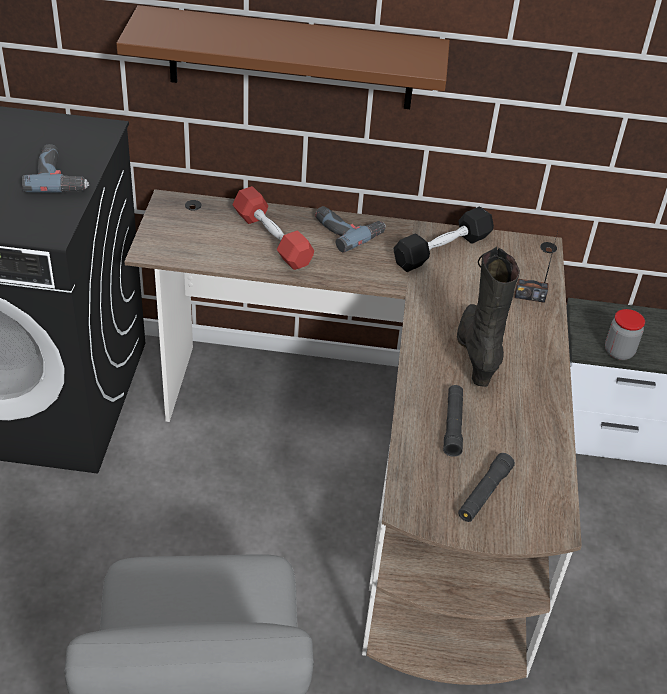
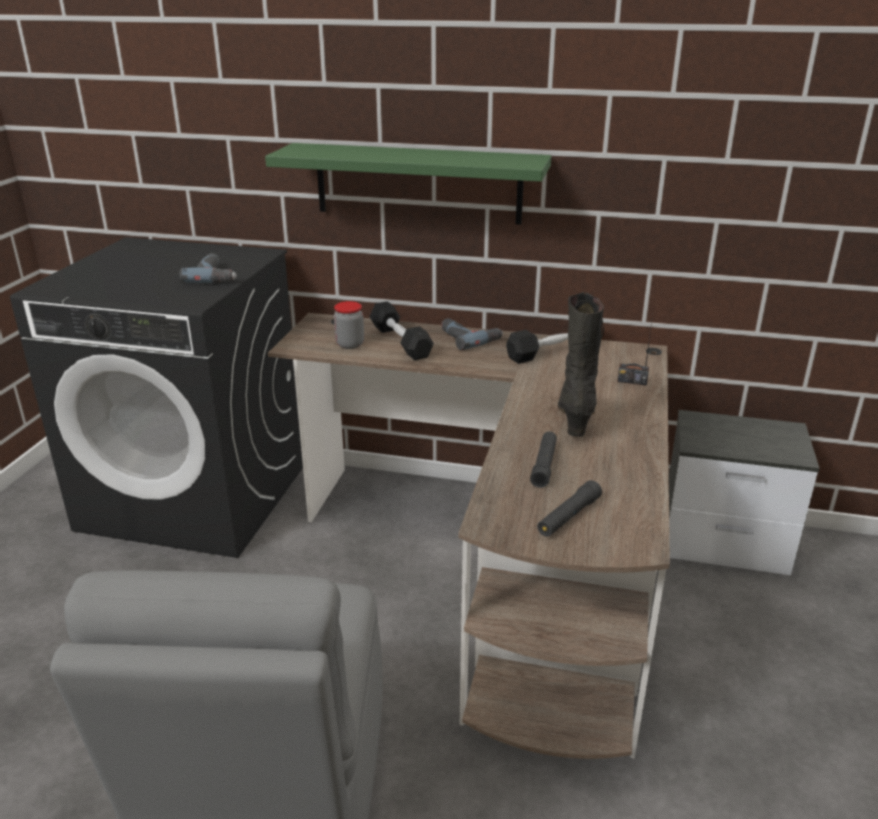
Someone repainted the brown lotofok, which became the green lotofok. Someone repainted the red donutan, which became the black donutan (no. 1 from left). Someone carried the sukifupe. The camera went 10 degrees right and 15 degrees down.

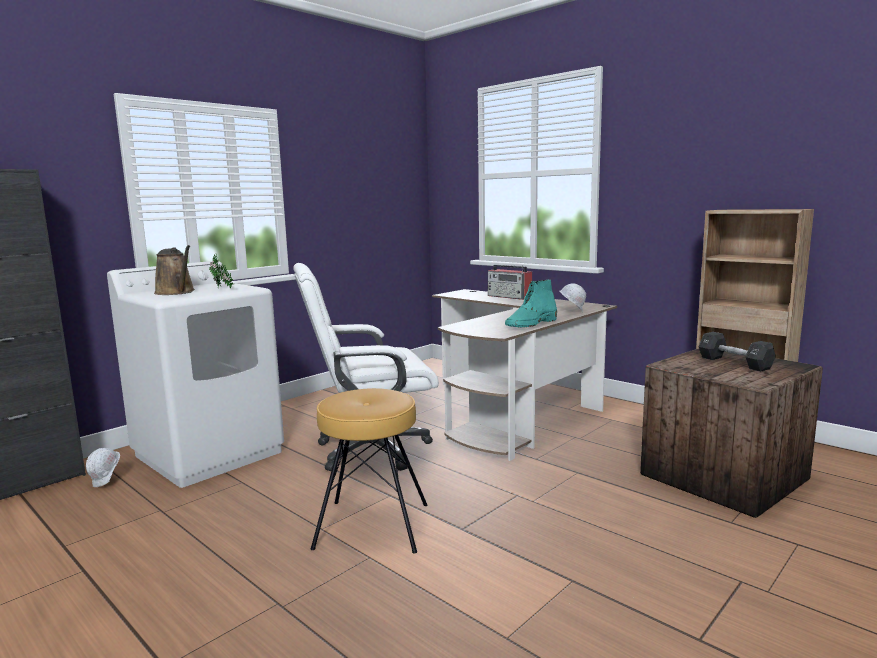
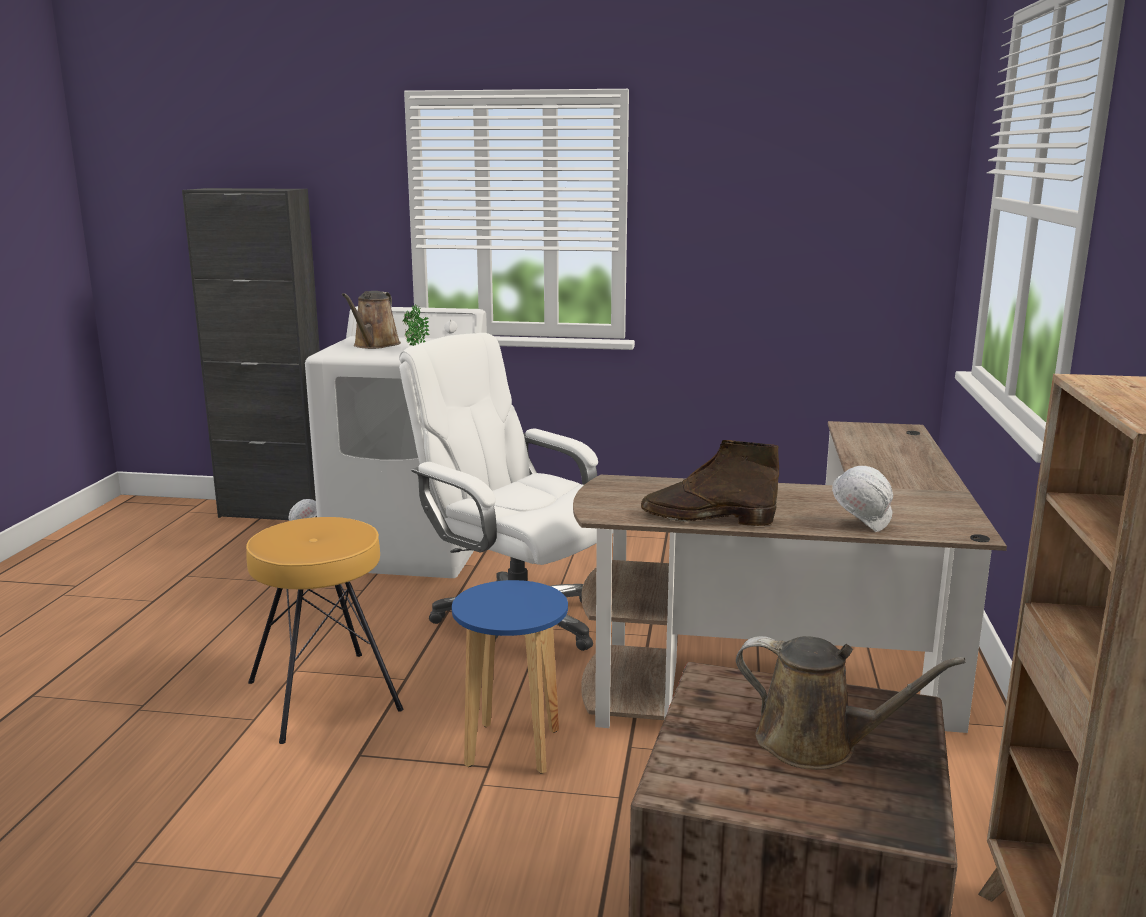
Someone took away the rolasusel. Someone repainted the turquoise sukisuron, which became the brown sukisuron. Someone swapped the black donutan for the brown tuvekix (no. 2 from left). Someone put down the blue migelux. The camera went 55 degrees right and 5 degrees up.

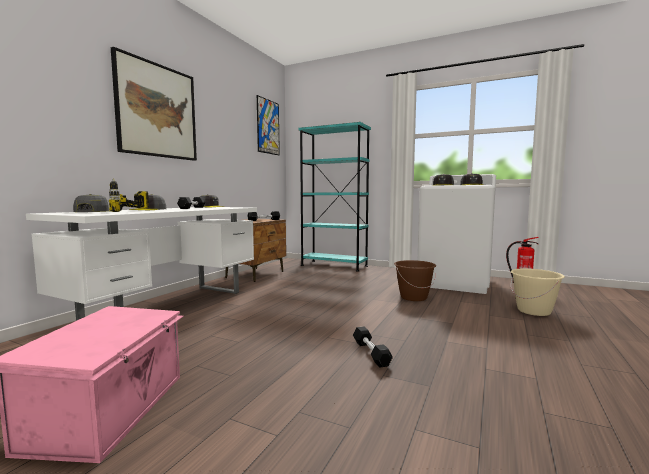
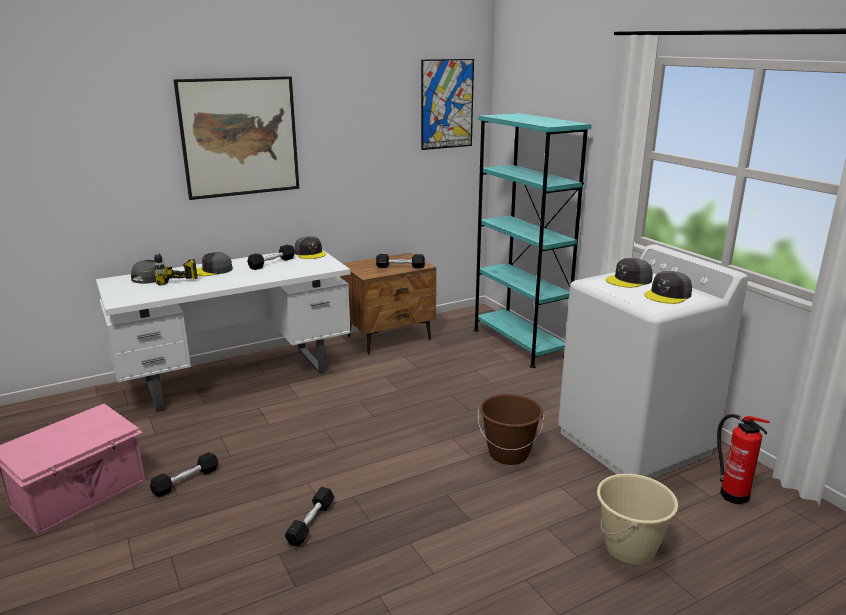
Someone put down the black donutan (no. 1 from left). The camera went 35 degrees right and 15 degrees up.

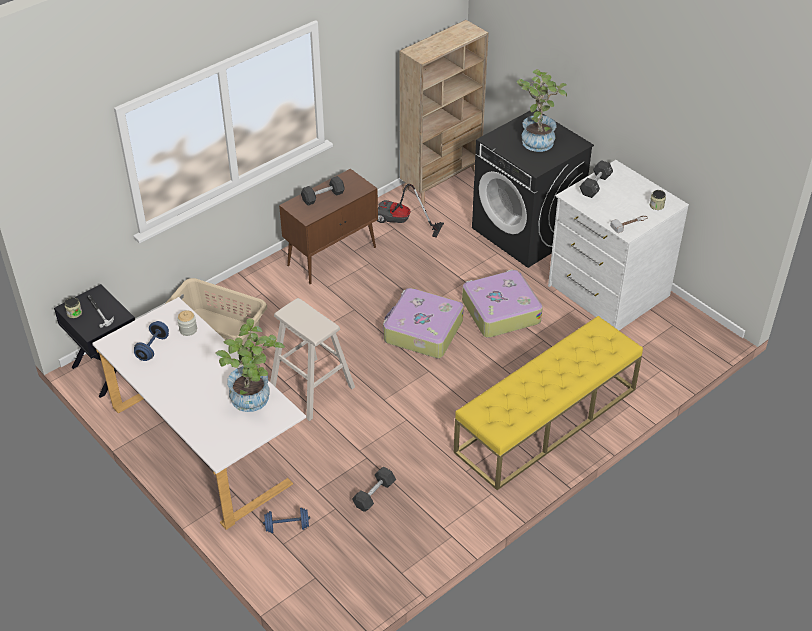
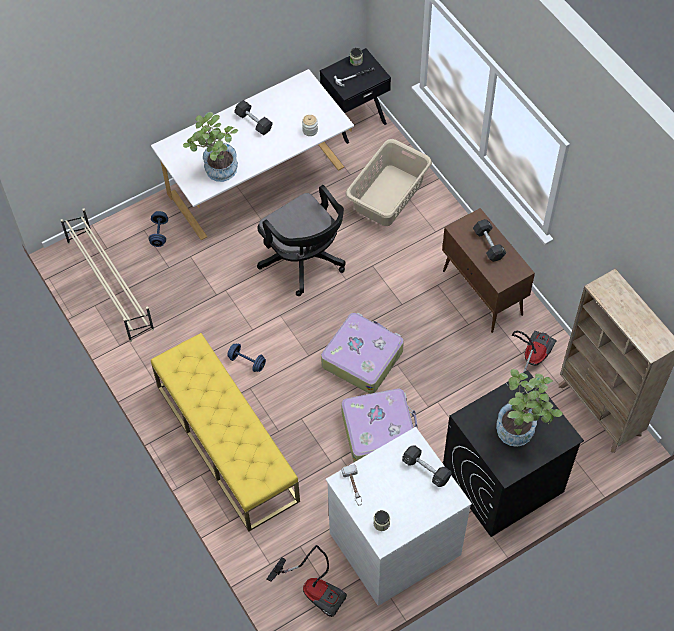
Someone swapped the beige migelux for the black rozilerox. Someone carried the blue donutan (no. 1 from left in the first image). Someone carried the black donutan (no. 2 from left in the first image). Someone put down the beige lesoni. Someone put down the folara (no. 1 from left). The camera went 100 degrees right and 15 degrees up.

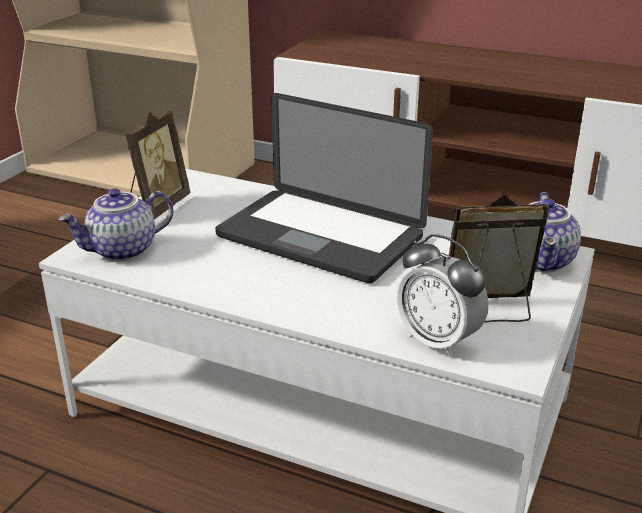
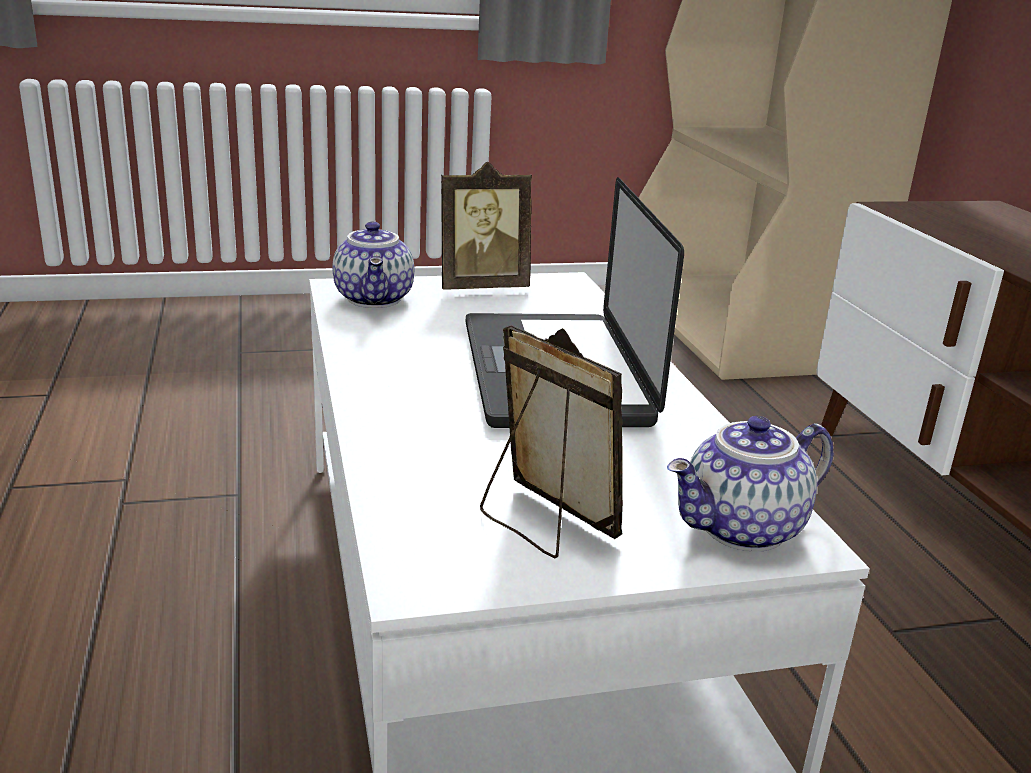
Someone rotated the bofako (no. 1 from left) by 120 degrees counterclockwise. Someone took away the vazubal. The camera went 50 degrees right and 5 degrees down.

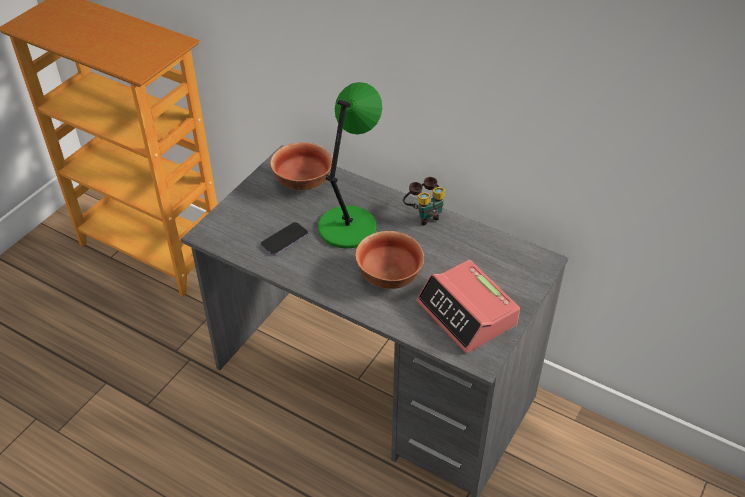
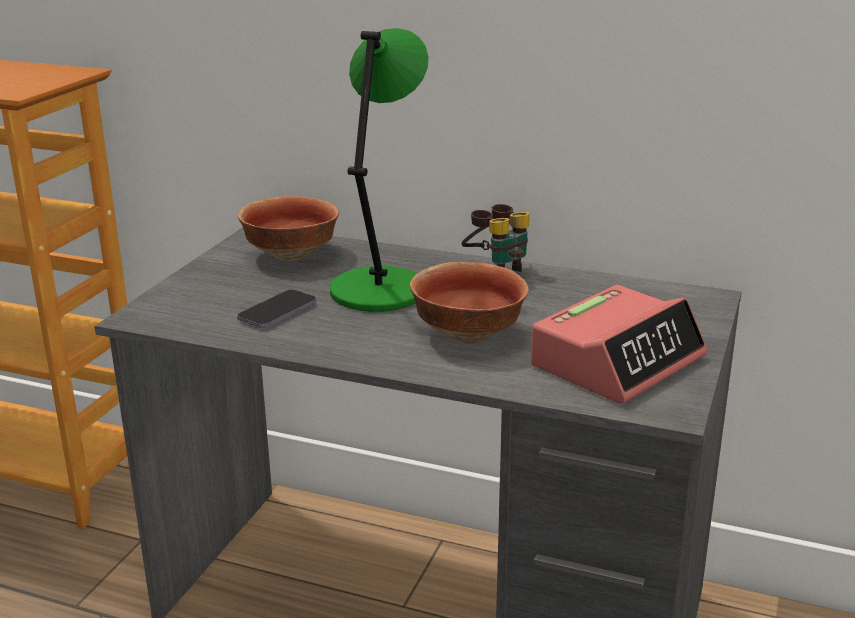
Someone rotated the vazubal by 90 degrees counterclockwise. The camera went 10 degrees left and 20 degrees down.

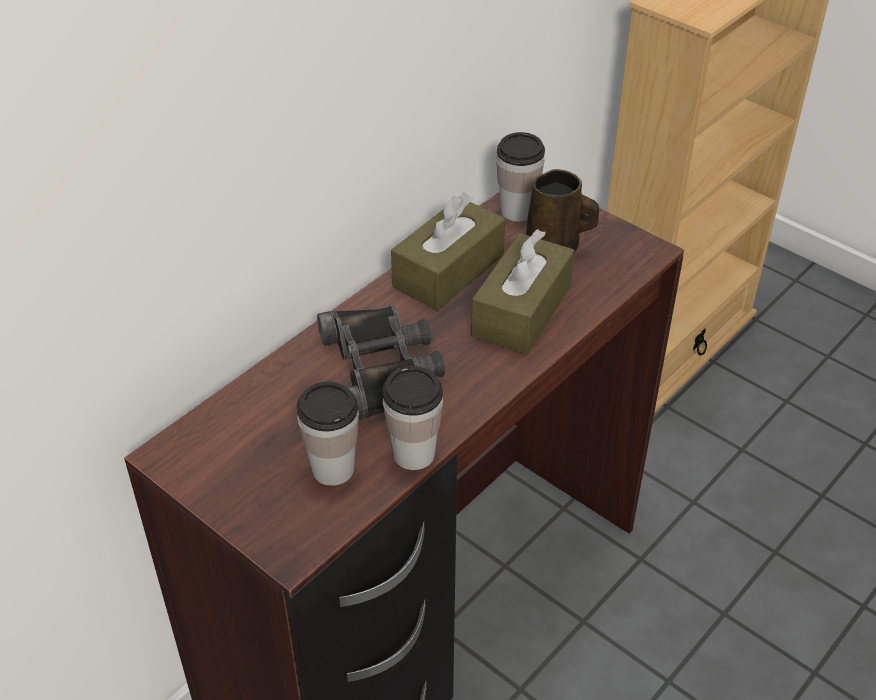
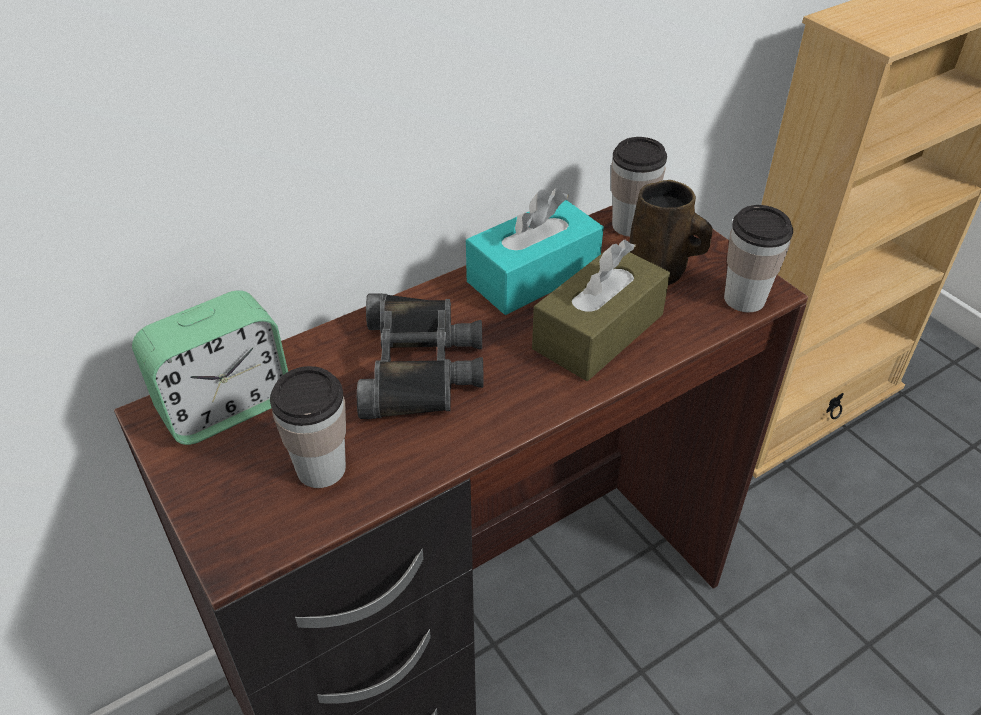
Someone repainted the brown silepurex (no. 1 from left), which became the turquoise silepurex. Someone carried the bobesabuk (no. 2 from left in the first image). Someone put down the vazubal. The camera went 15 degrees right and 0 degrees up.

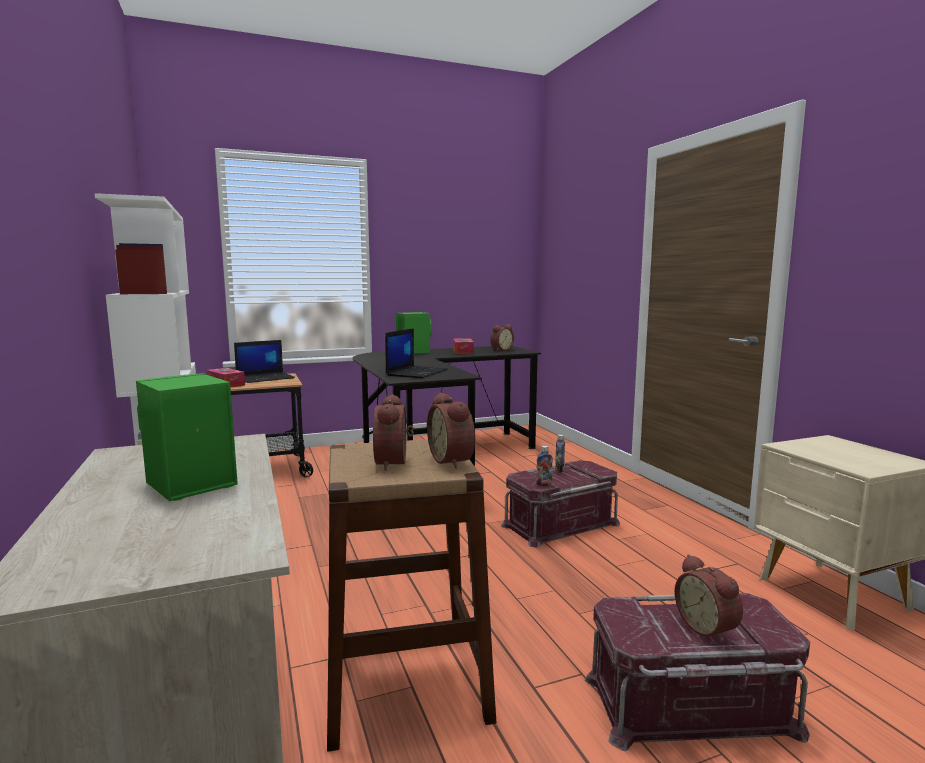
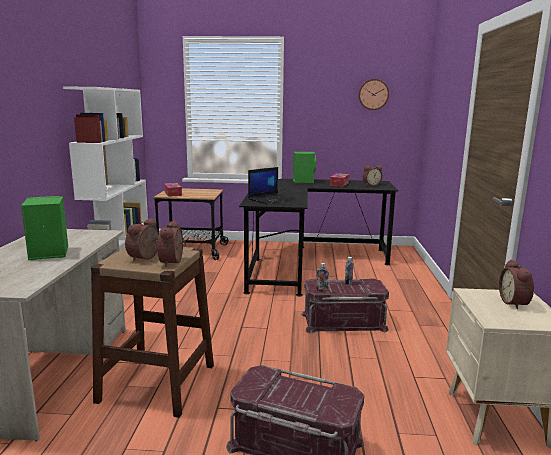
Someone took away the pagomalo (no. 1 from left). Someone carried the vazubal (no. 4 from left). Someone put up the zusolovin. The camera went 25 degrees right and 5 degrees up.

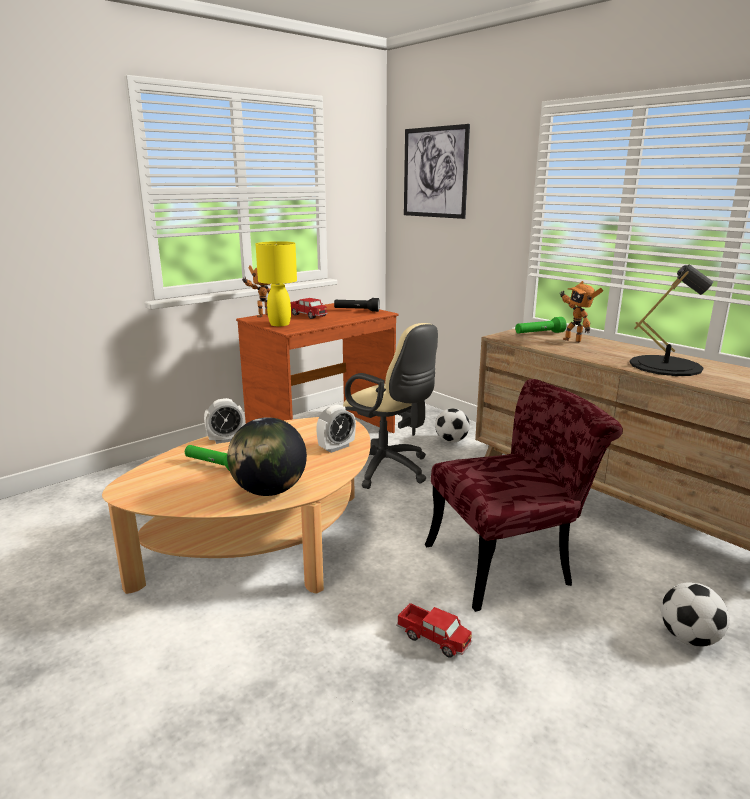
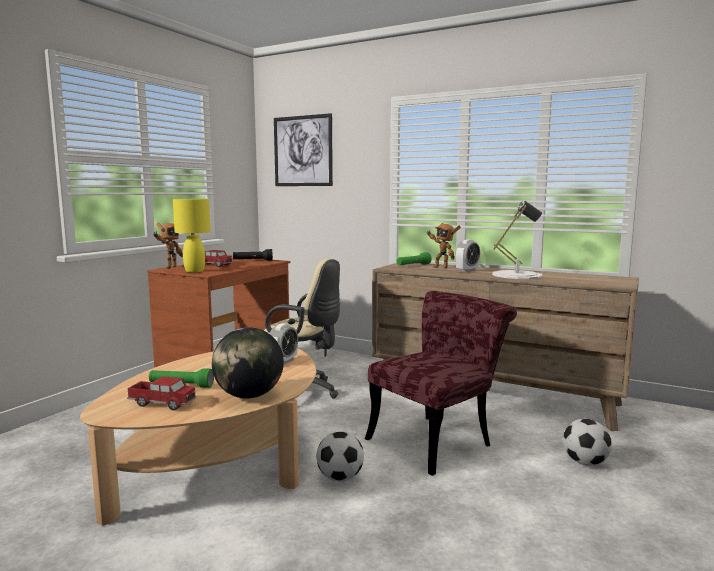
Someone repainted the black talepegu, which became the white talepegu. Someone carried the vazubal (no. 1 from left in the first image). Someone carried the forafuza (no. 1 from left). Someone carried the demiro (no. 2 from left in the first image). The camera went 20 degrees left and 10 degrees down.

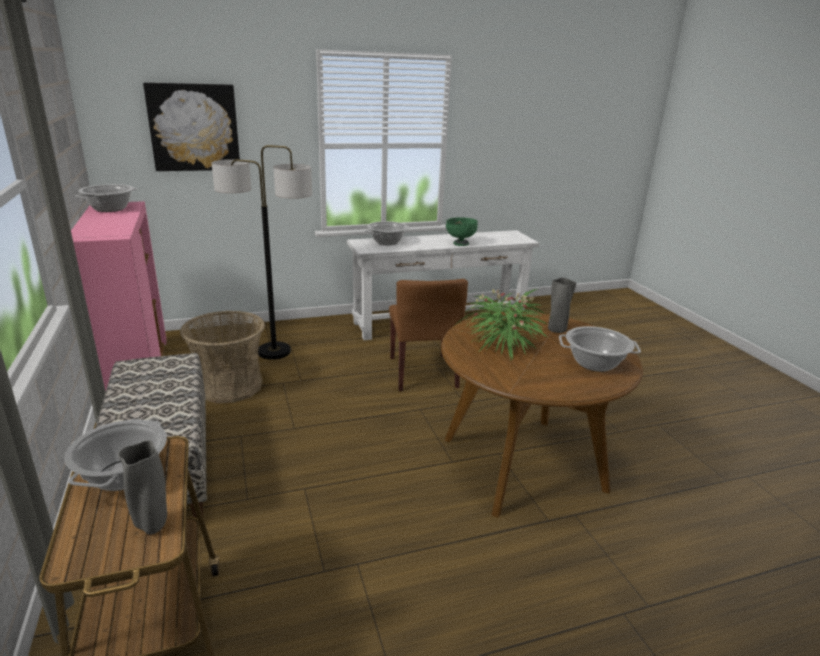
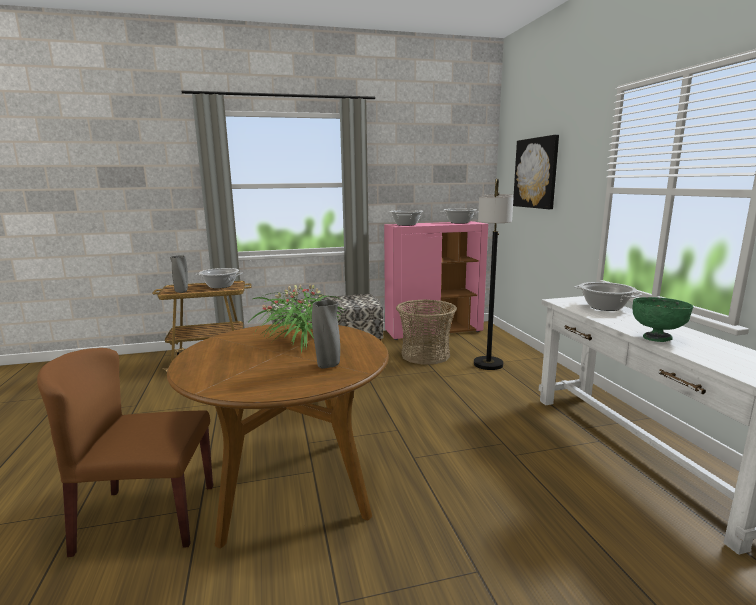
Someone carried the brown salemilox. Someone carried the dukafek (no. 4 from left in the first image). The camera went 95 degrees right and 10 degrees down.

